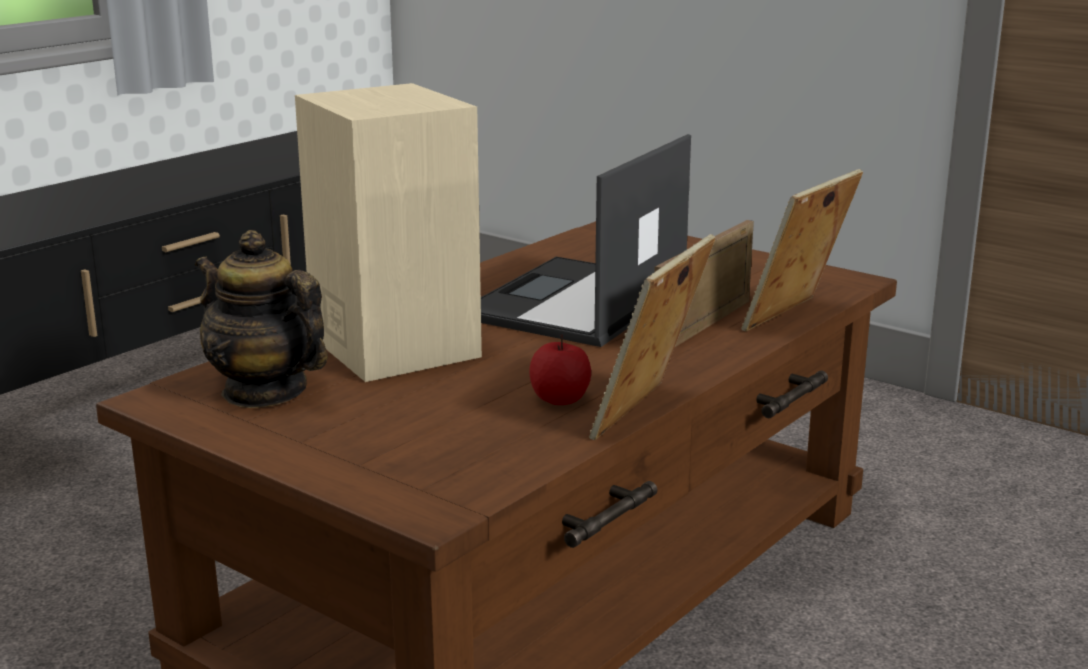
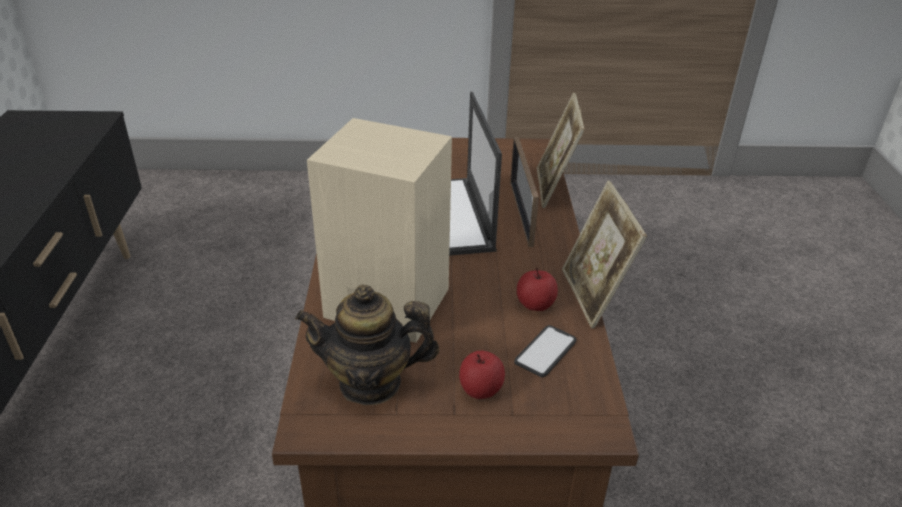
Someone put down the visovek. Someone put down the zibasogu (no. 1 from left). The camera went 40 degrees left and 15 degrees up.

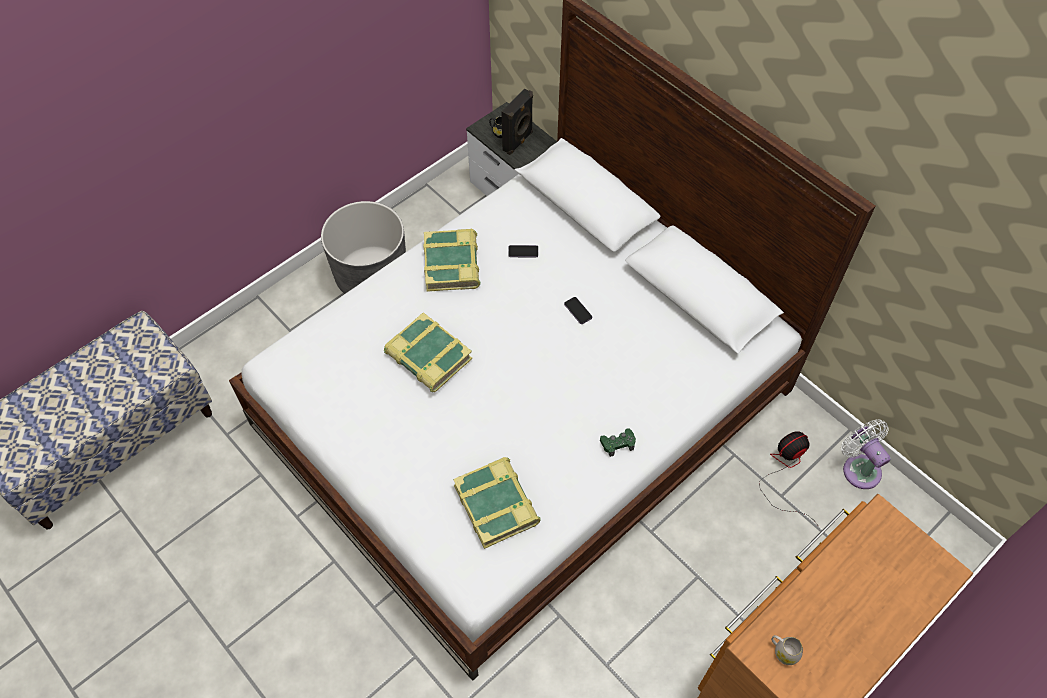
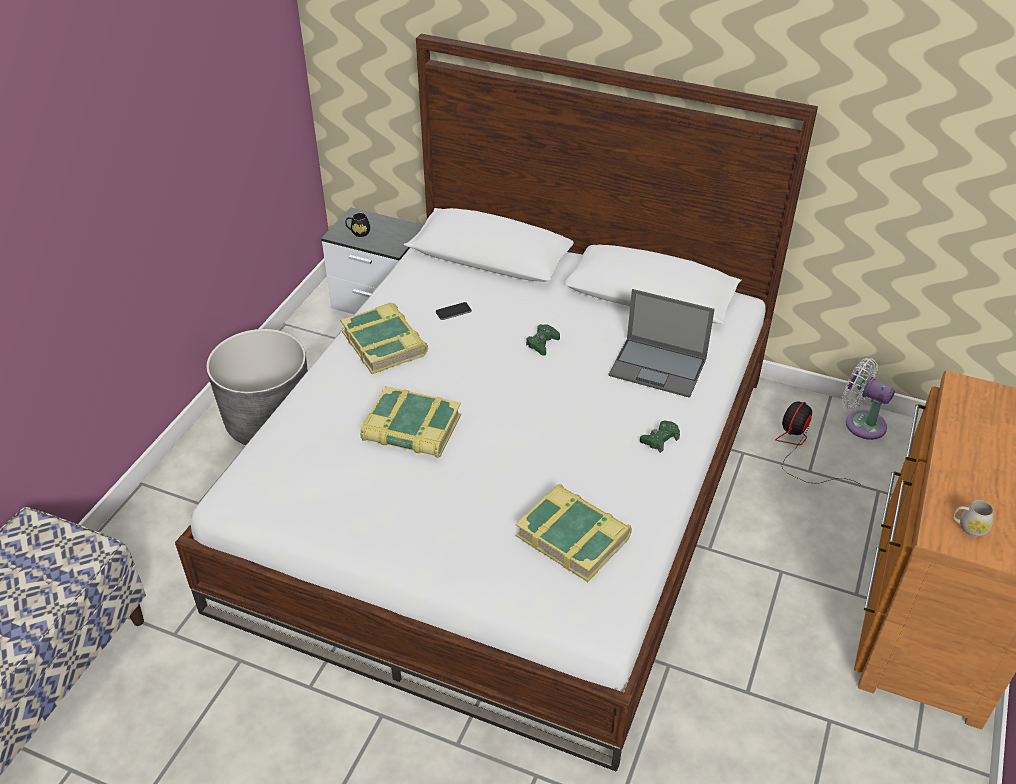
Someone took away the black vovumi. Someone swapped the visovek (no. 2 from left) for the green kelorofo (no. 1 from left). Someone put down the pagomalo. The camera went 25 degrees left and 15 degrees down.

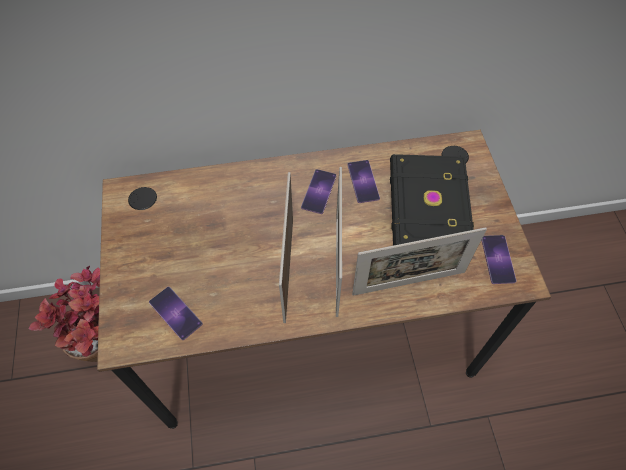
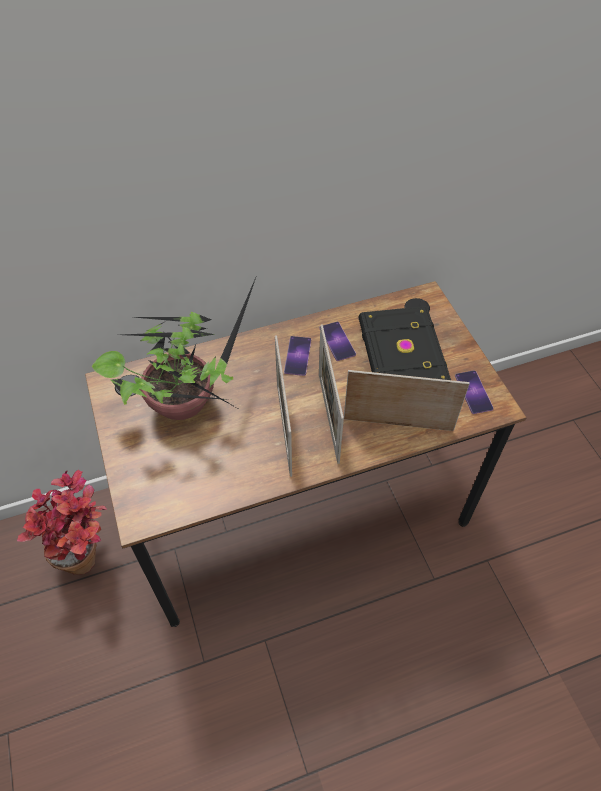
Someone rotated the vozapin (no. 3 from left) by 150 degrees counterclockwise. Someone took away the visovek (no. 1 from left). Someone put down the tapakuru (no. 2 from left). The camera went 10 degrees left and 5 degrees down.

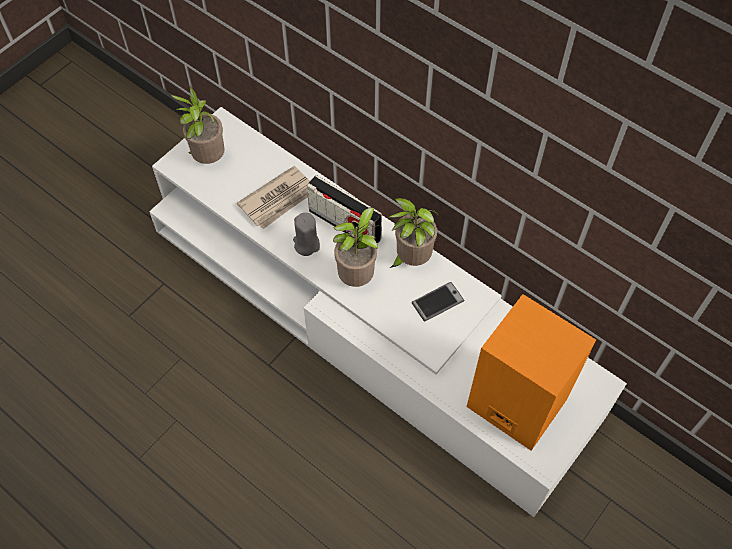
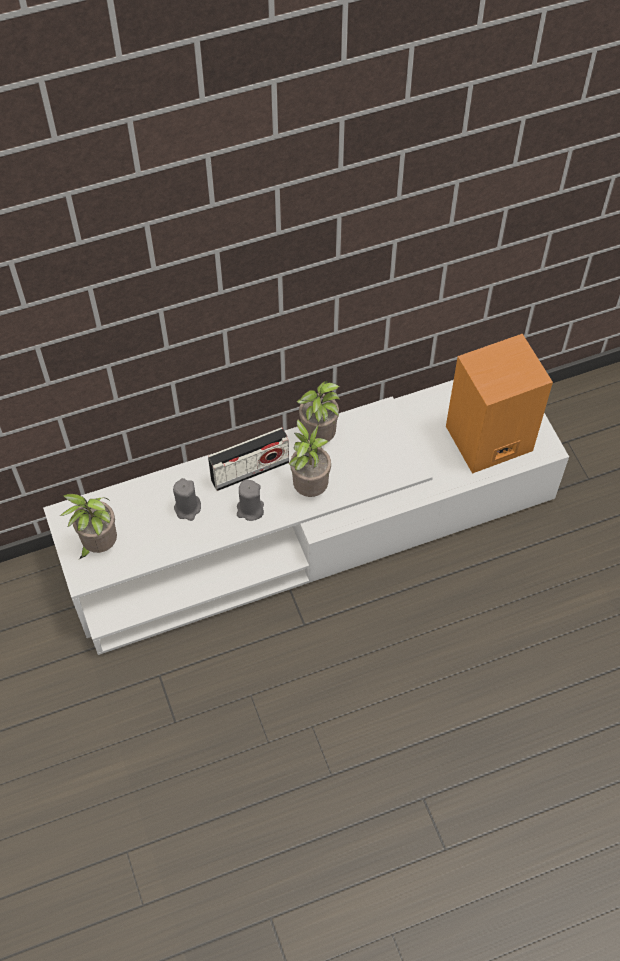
Someone swapped the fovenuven for the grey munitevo (no. 1 from left). Someone took away the visovek. The camera went 60 degrees left and 0 degrees up.

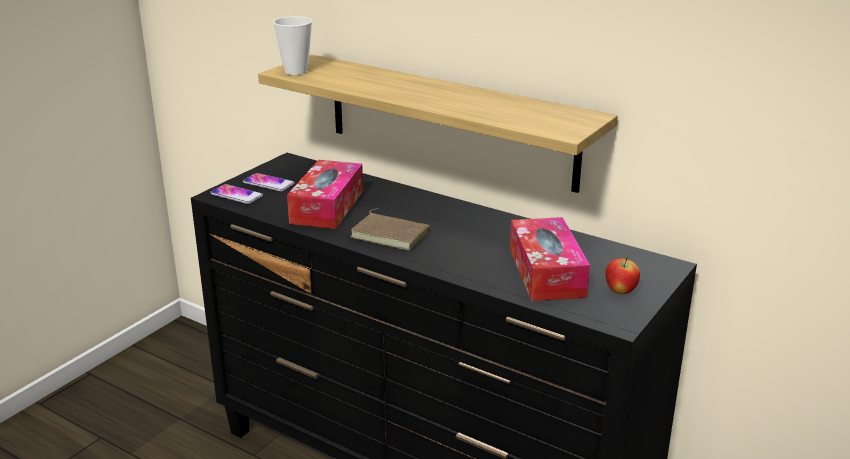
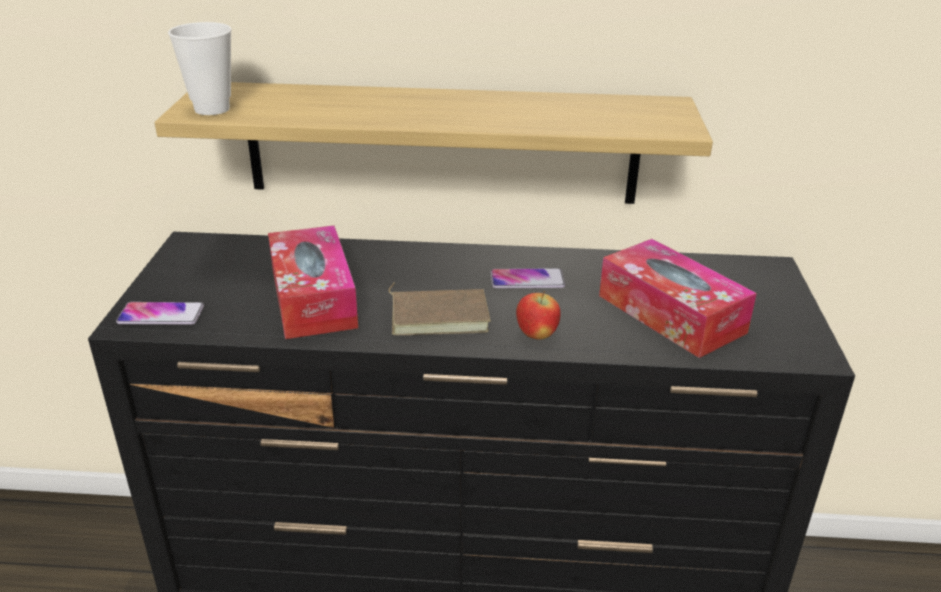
Someone carried the visovek (no. 2 from left). Someone carried the zibasogu. The camera went 30 degrees left and 5 degrees up.

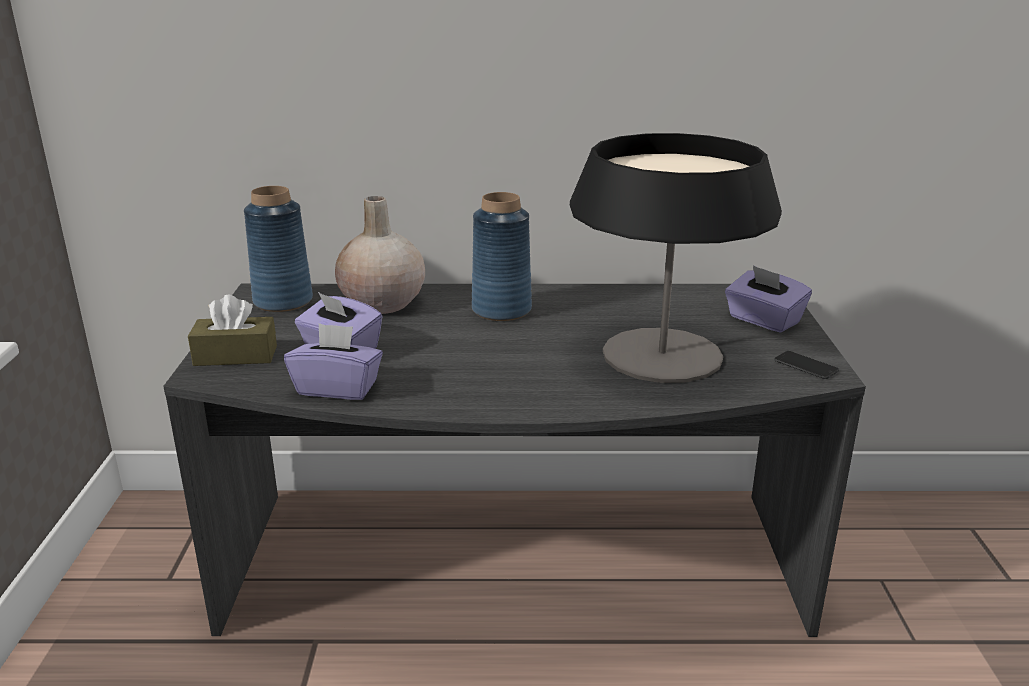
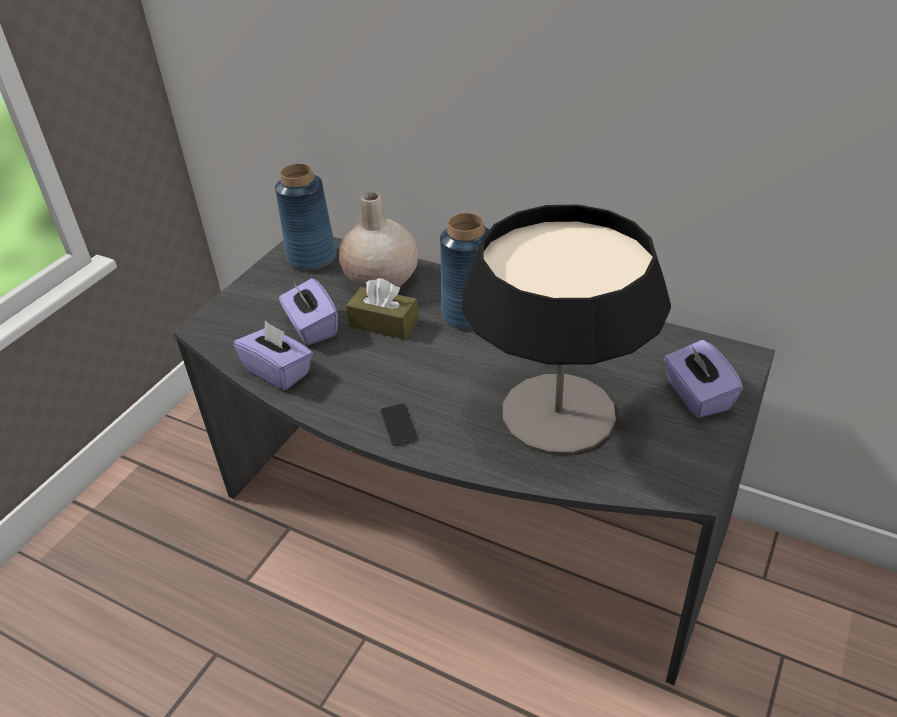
Someone carried the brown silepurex. Someone carried the visovek. The camera went 30 degrees right and 15 degrees up.

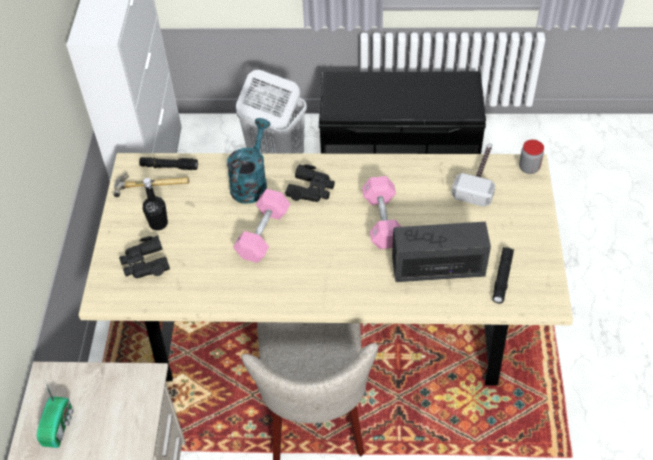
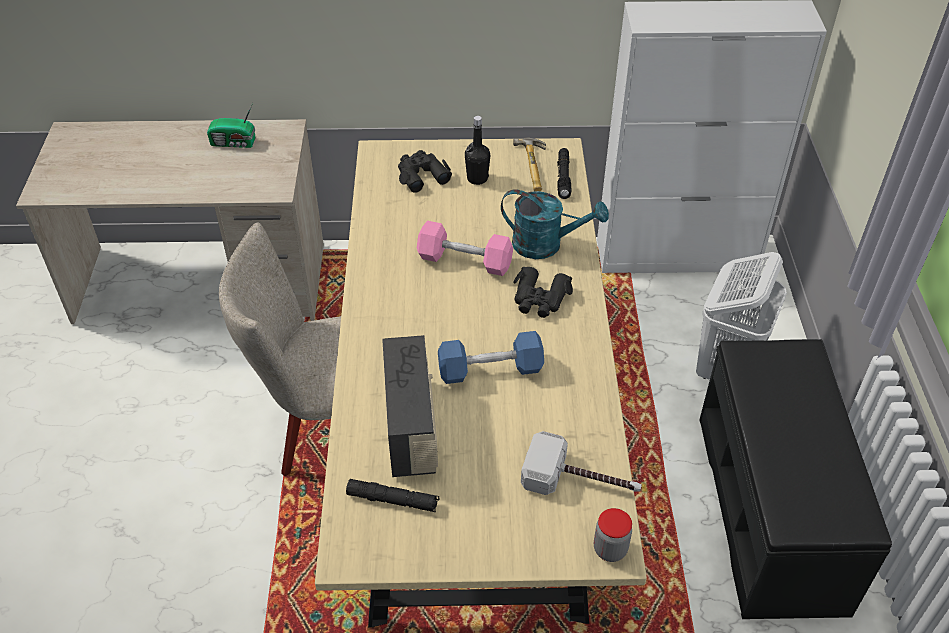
Someone repainted the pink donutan (no. 2 from left), which became the blue donutan. The camera went 85 degrees right and 5 degrees down.

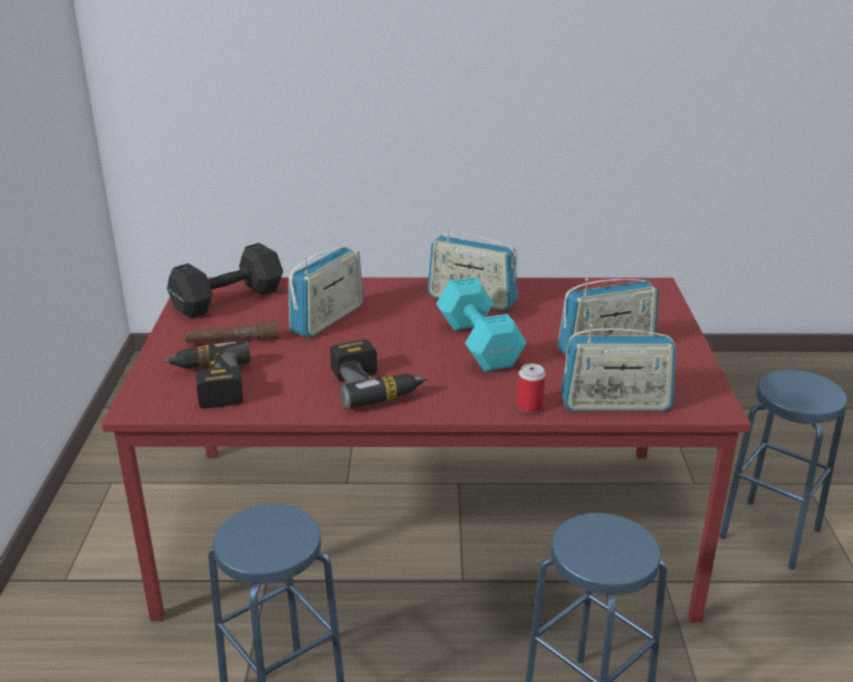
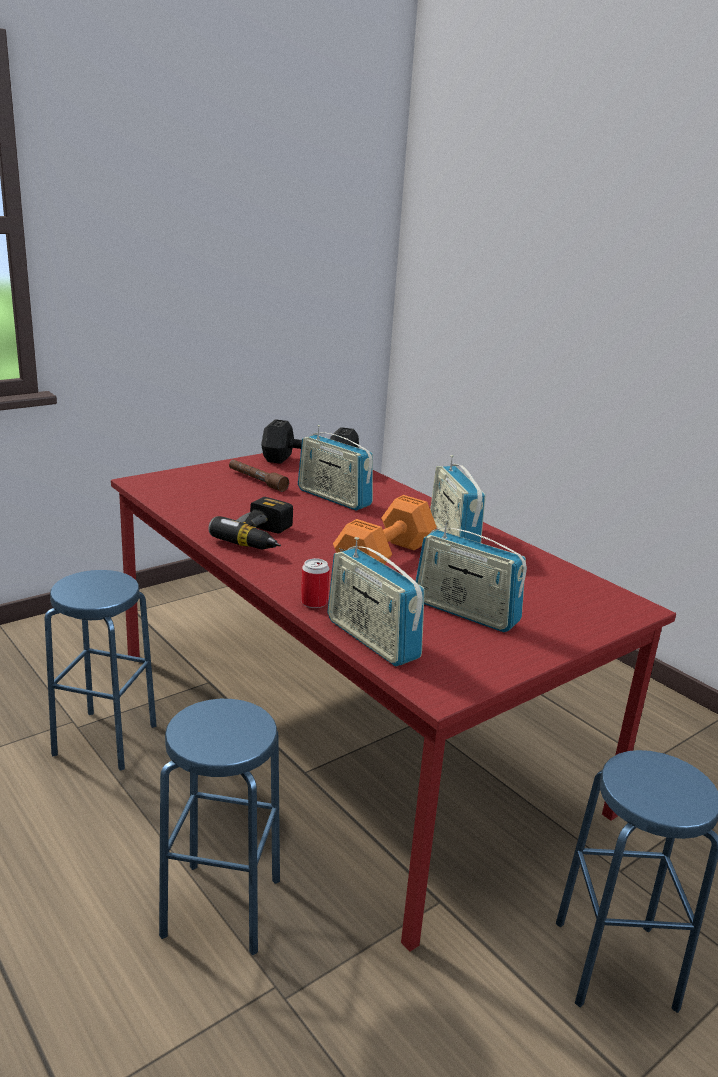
Someone rotated the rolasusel (no. 1 from left) by 45 degrees clockwise. Someone repainted the turquoise donutan, which became the orange donutan. Someone took away the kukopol (no. 1 from left). The camera went 50 degrees right and 5 degrees down.

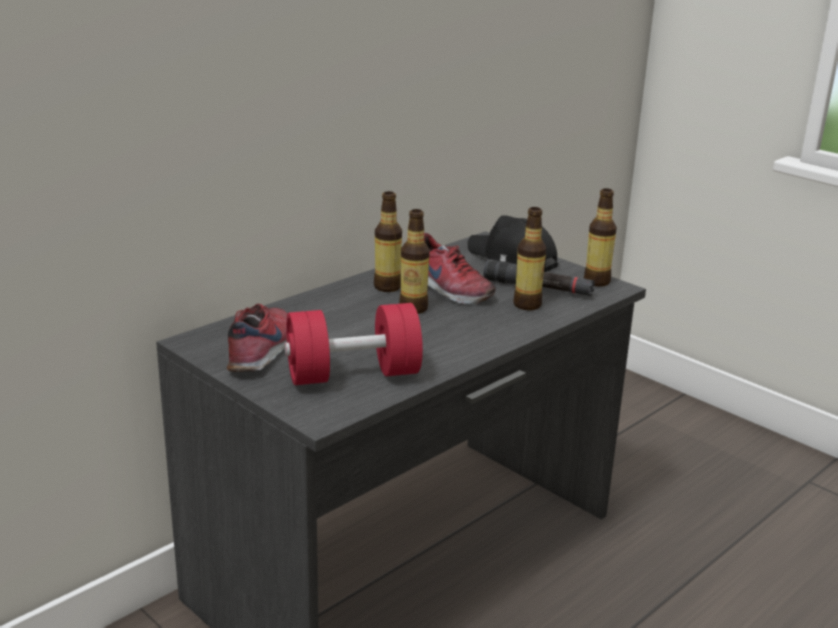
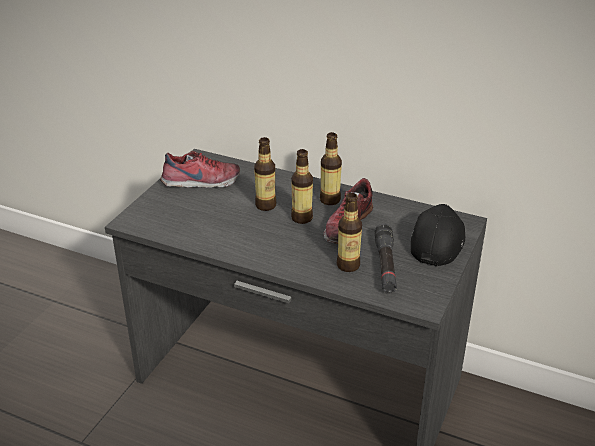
Someone carried the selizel (no. 4 from left in the first image). Someone took away the red donutan. The camera went 70 degrees right and 10 degrees up.

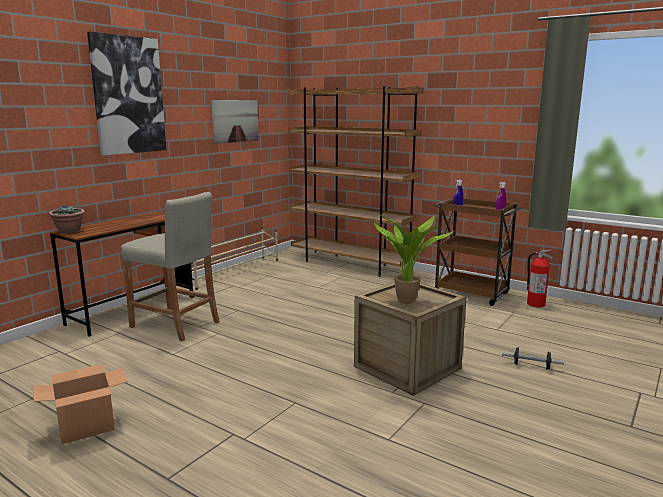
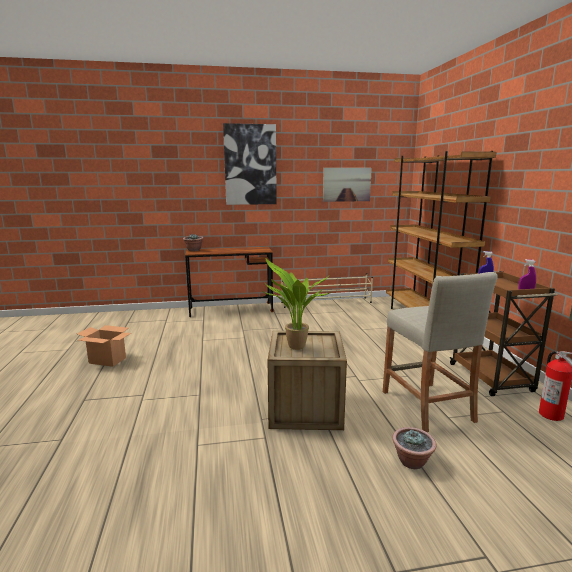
Someone carried the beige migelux. Someone swapped the donutan for the tapakuru (no. 3 from left). The camera went 45 degrees right and 0 degrees up.

